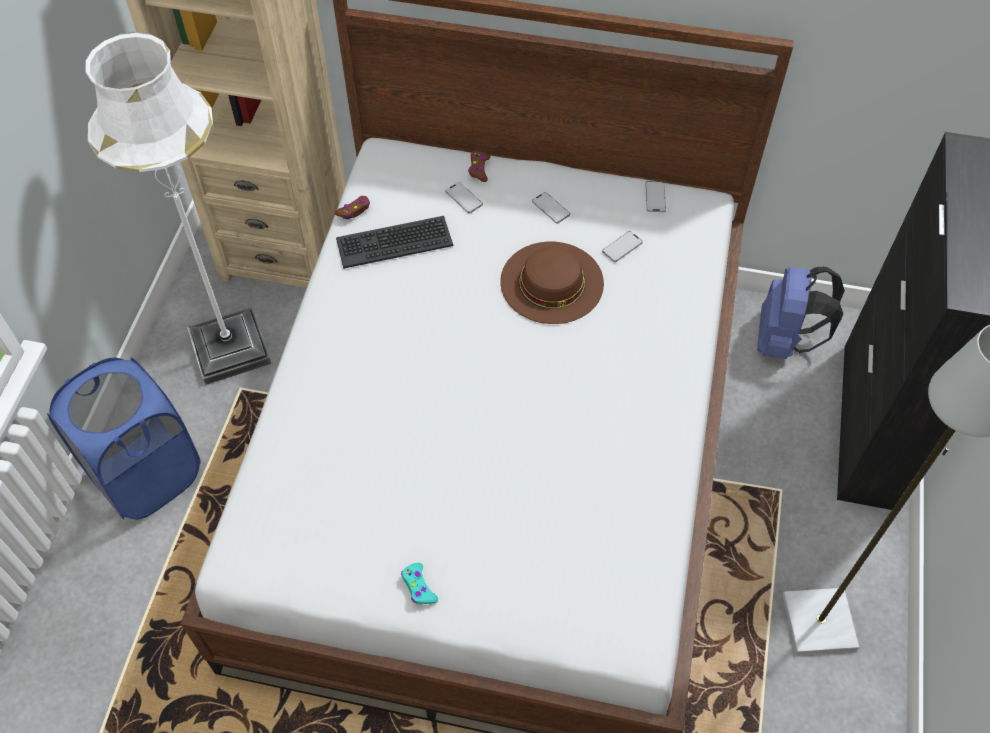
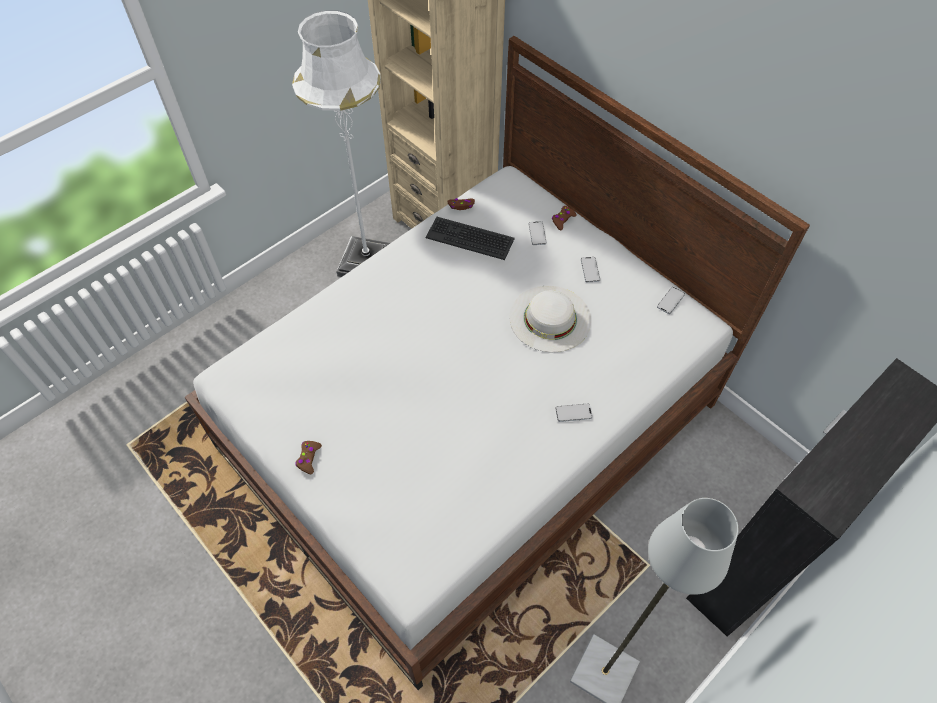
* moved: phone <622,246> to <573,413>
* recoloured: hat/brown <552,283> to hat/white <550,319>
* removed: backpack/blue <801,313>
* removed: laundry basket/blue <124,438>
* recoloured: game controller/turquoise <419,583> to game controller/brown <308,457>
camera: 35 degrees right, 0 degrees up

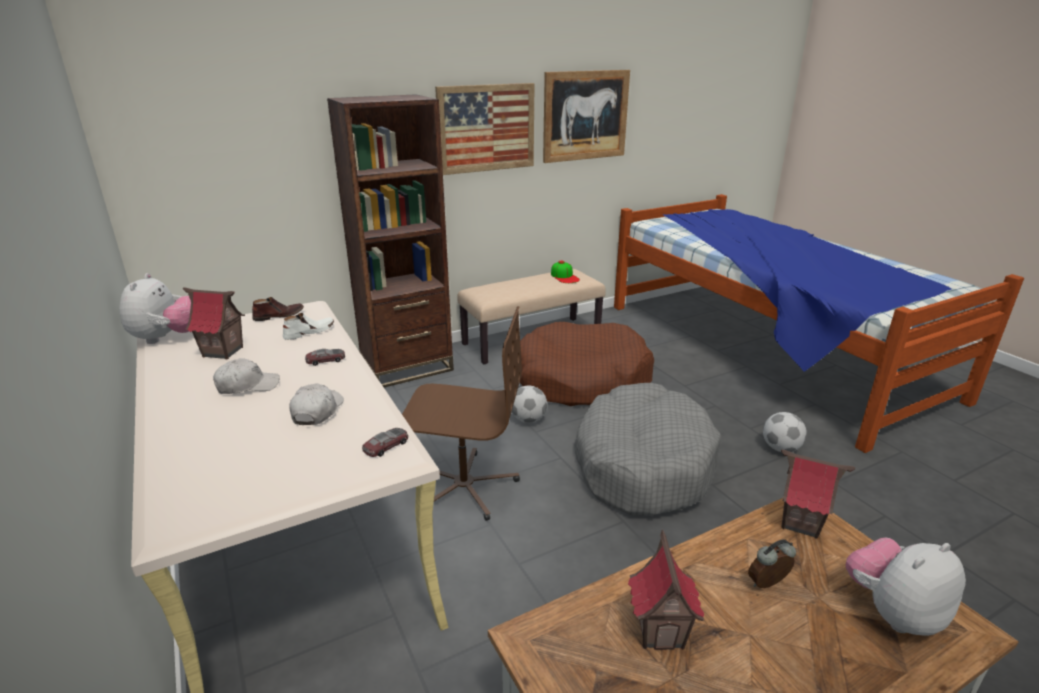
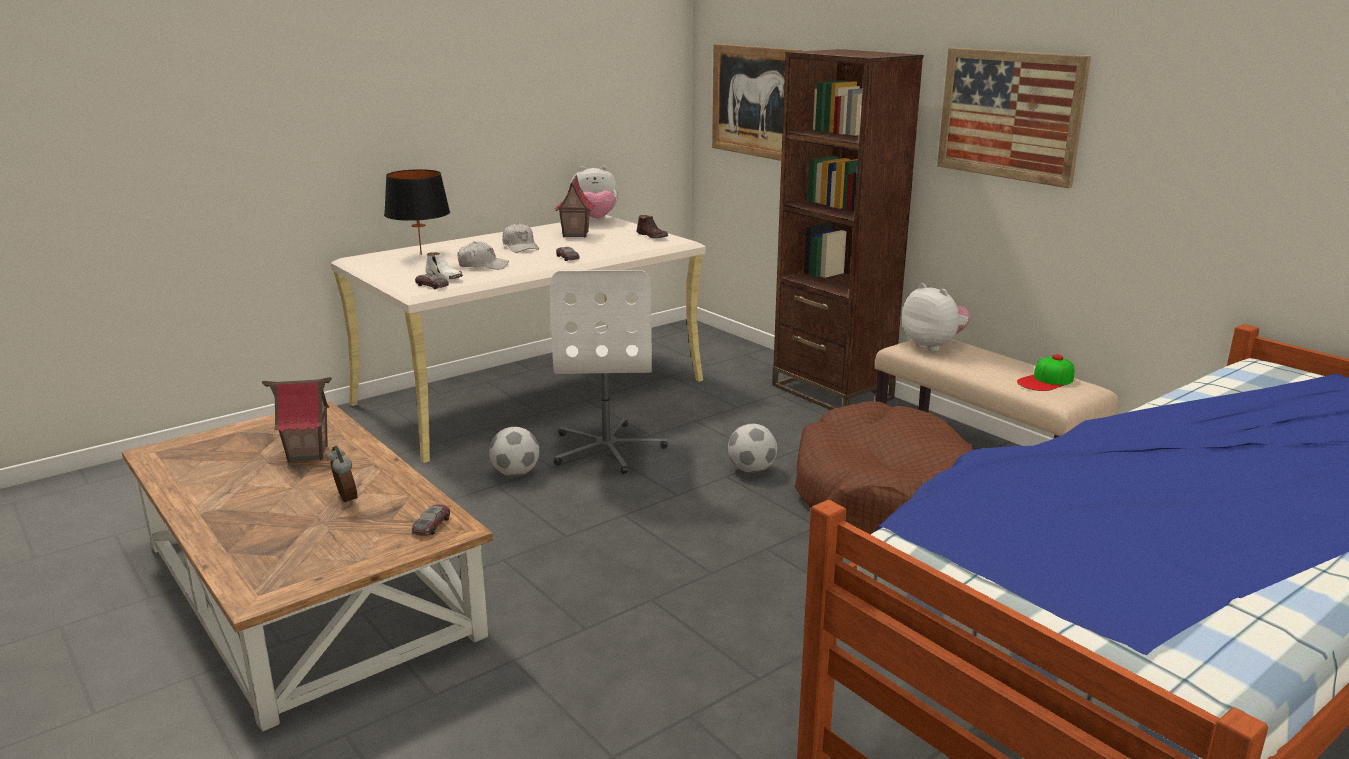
* moved: picture <586,116> to <757,102>
* recoloured: office chair/brown <462,413> to office chair/white <609,372>
* moved: shoe/white <308,326> to <444,266>
* removed: dog bed/grey <647,449>
* moved: football <785,432> to <514,451>
* replaced: toy house <818,494> to toy car <431,520>
* moved: plush toy <906,586> to <936,317>
* added: table lamp/black <417,212>
camera: 80 degrees right, 5 degrees down

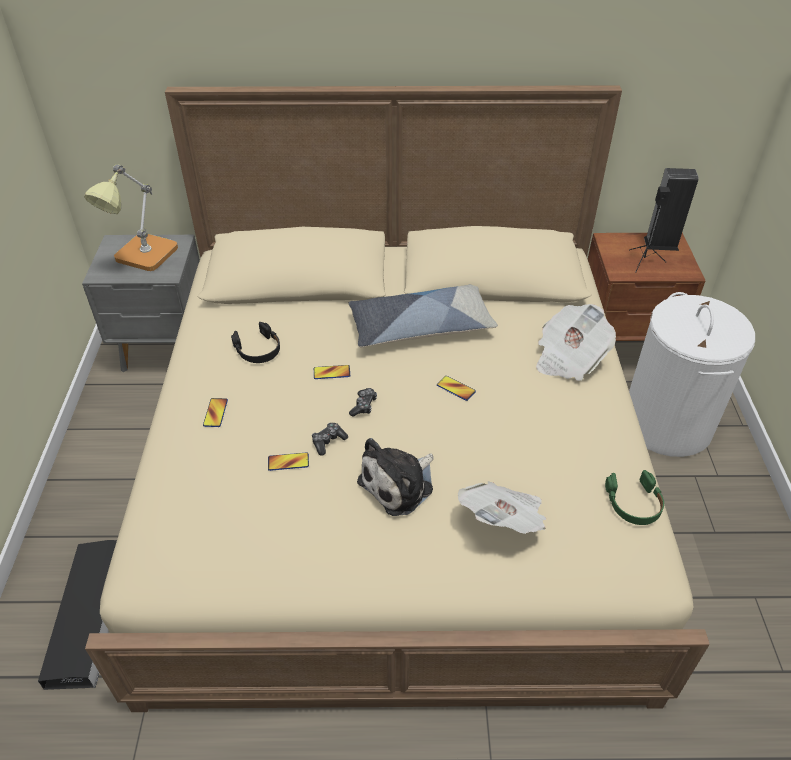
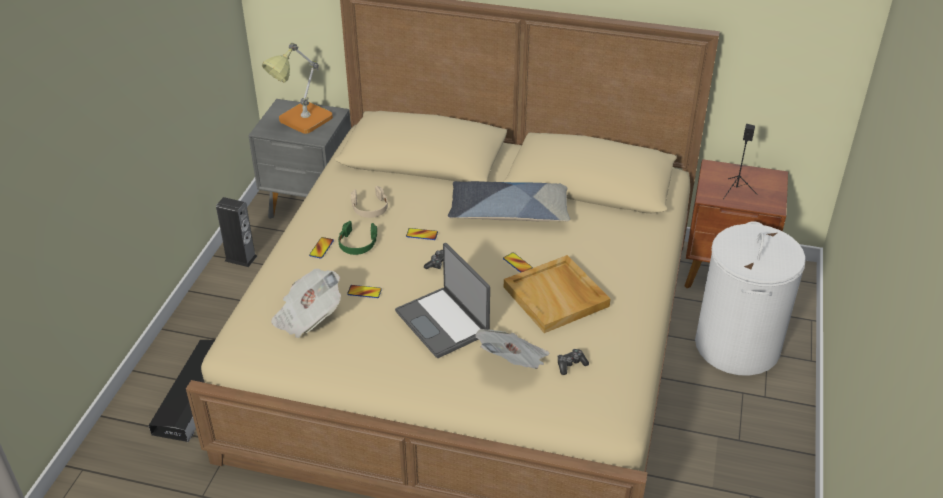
* moved: speaker <671,209> to <236,232>
* moved: newspaper <576,342> to <306,303>
* recoloured: headphones/black <255,342> to headphones/beige <369,202>
* moved: game controller <330,439> to <573,362>
* replaced: plush toy <395,477> to laptop <442,300>
* moved: headphones/green <634,497> to <357,238>
* added: tray/beige <557,294>
camera: 15 degrees right, 5 degrees down

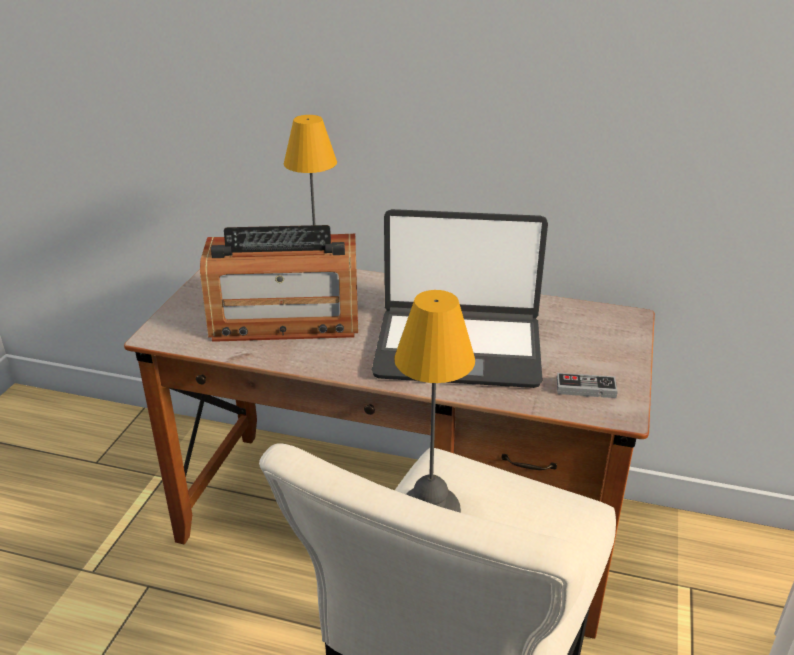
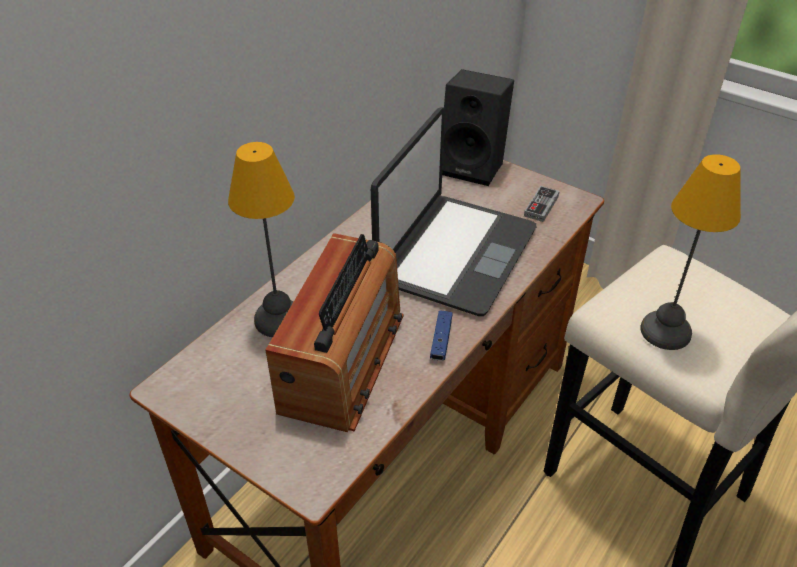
* added: speaker/black <478,127>
* added: game controller/blue <441,336>
camera: 70 degrees left, 10 degrees up

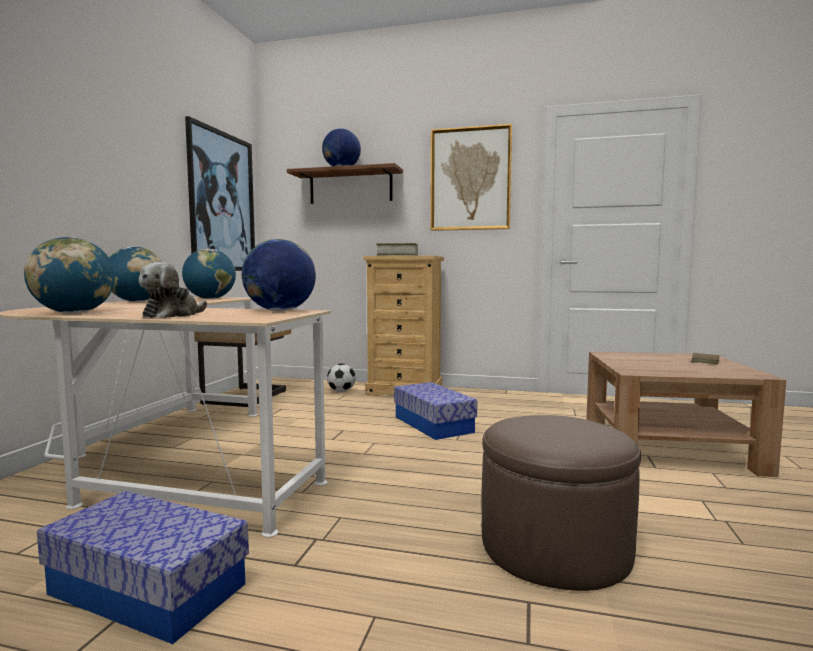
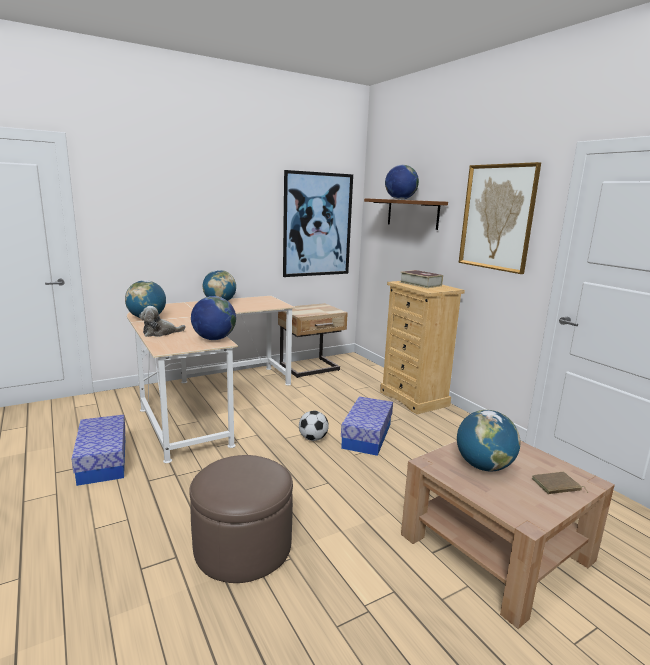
* moved: globe <209,274> to <488,440>
* moved: football <341,377> to <314,426>
camera: 45 degrees right, 10 degrees up

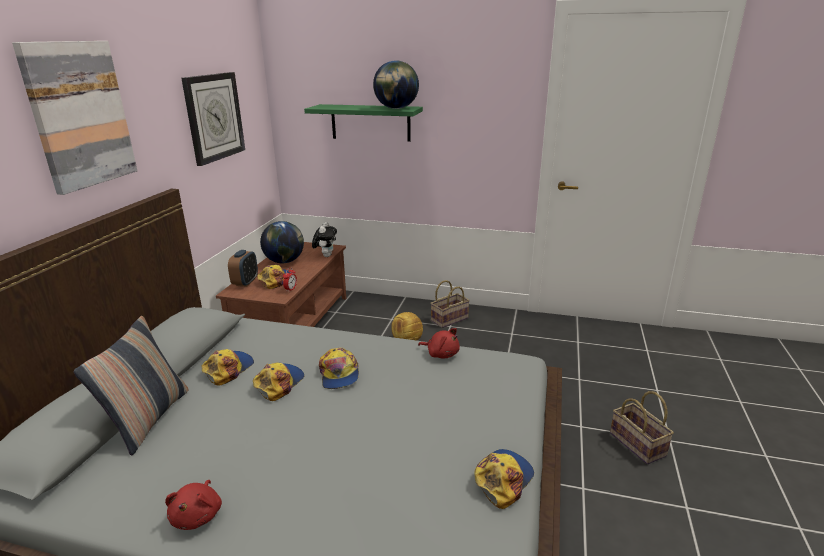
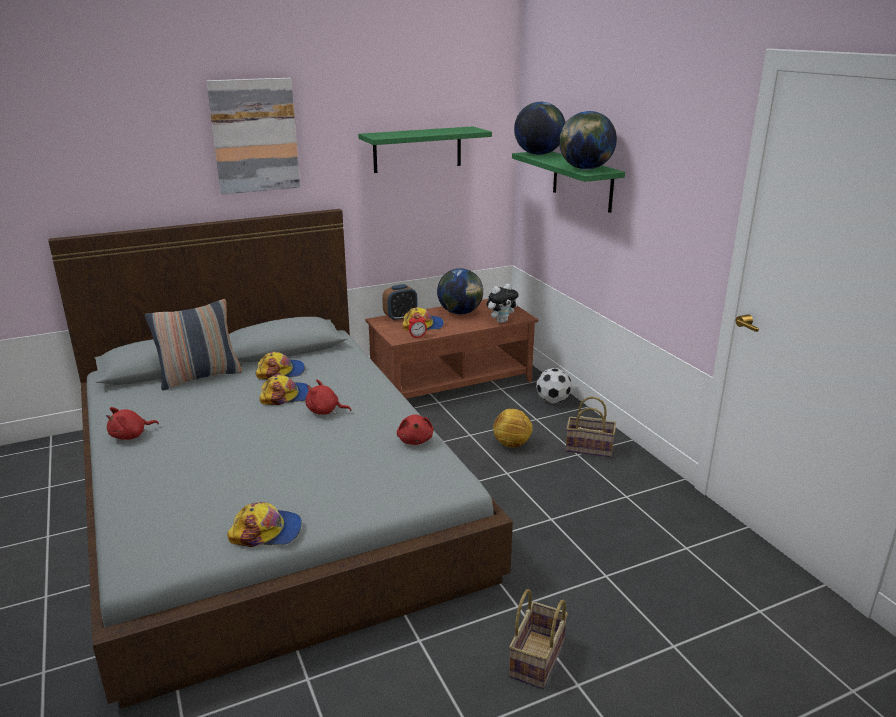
* replaced: wall clock <213,119> to shelf/green <425,149>
* replaced: cap <339,368> to plush toy/red <329,397>
* added: globe <539,128>
* added: football <554,385>
camera: 50 degrees right, 0 degrees up

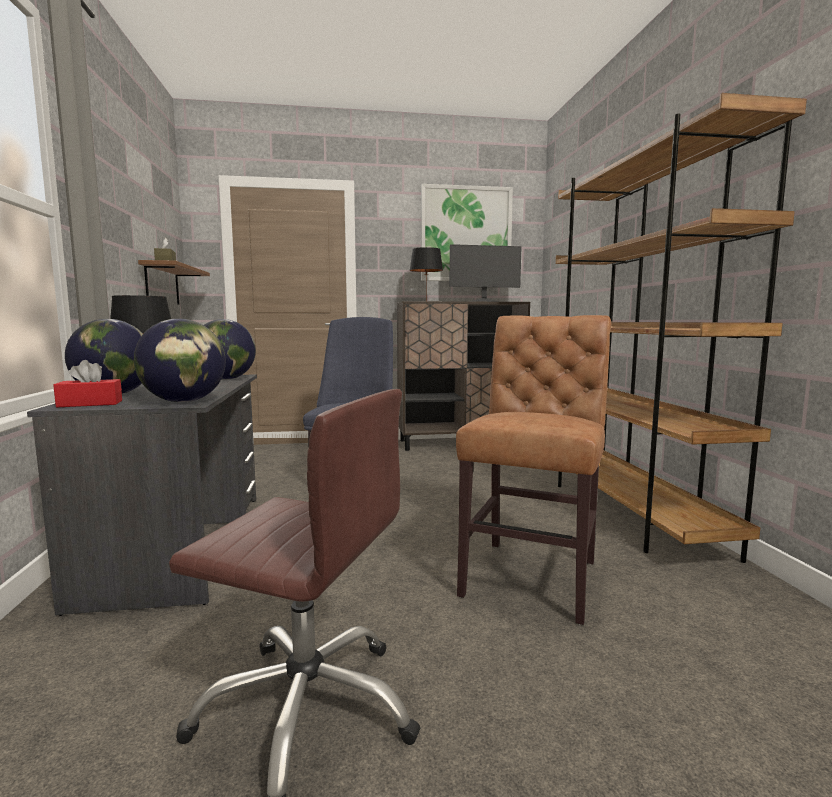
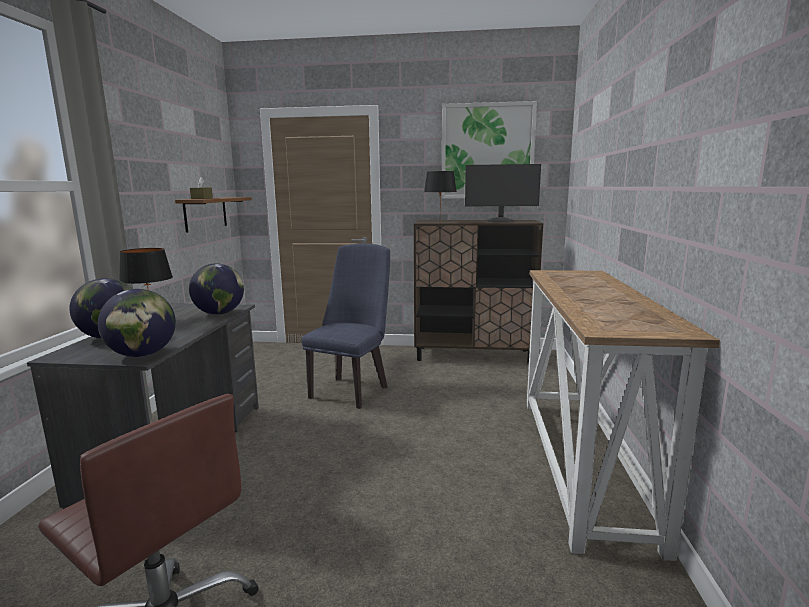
* replaced: bookcase/brown <681,328> to console table <623,415>
* removed: chair/brown <533,470>
* removed: tissue box/red <87,383>
camera: 15 degrees right, 5 degrees up

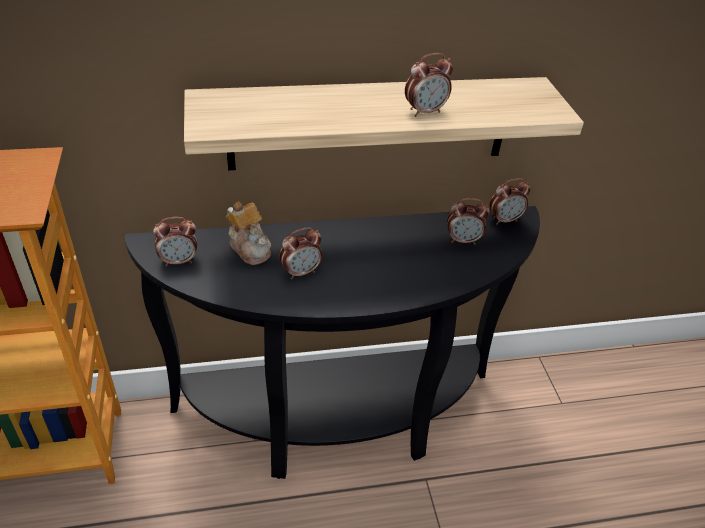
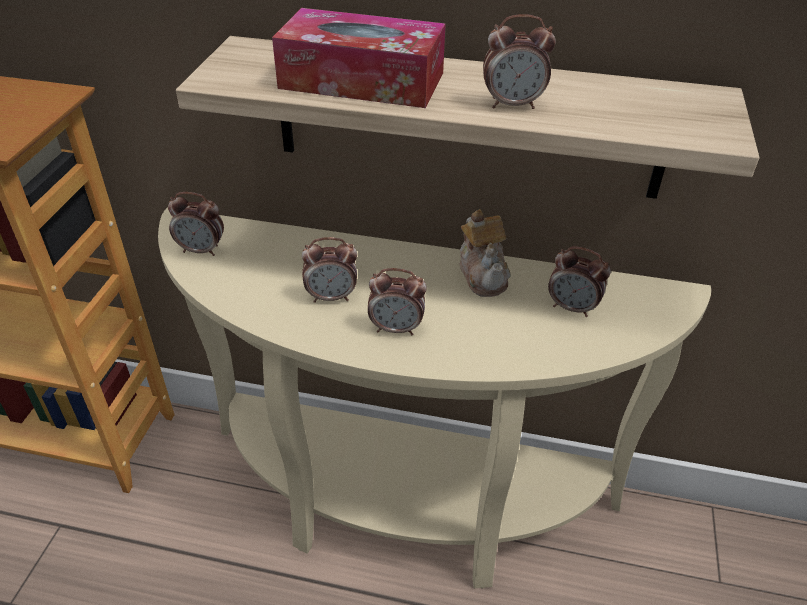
* moved: alarm clock <509,201> to <397,301>
* moved: teapot <248,233> to <485,253>
* recoloured: console table/black <332,342> to console table/beige <434,398>
* added: tissue box <359,58>
camera: 25 degrees right, 0 degrees up

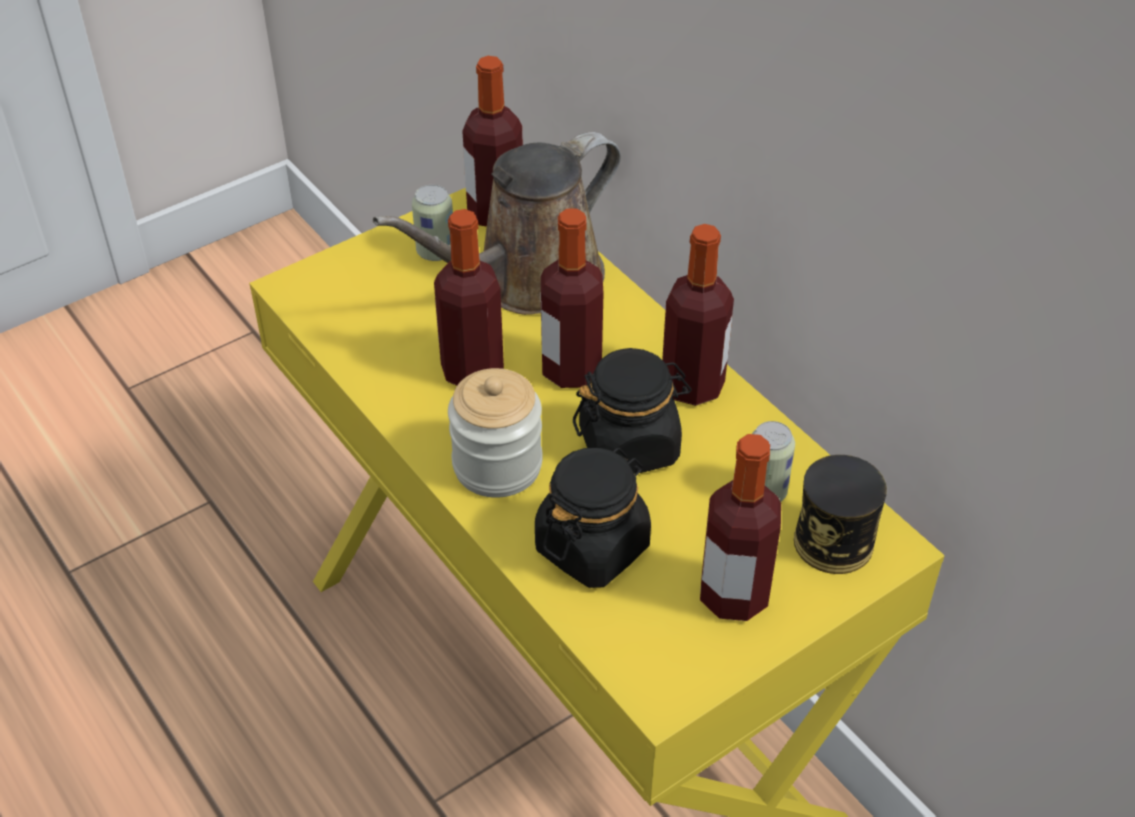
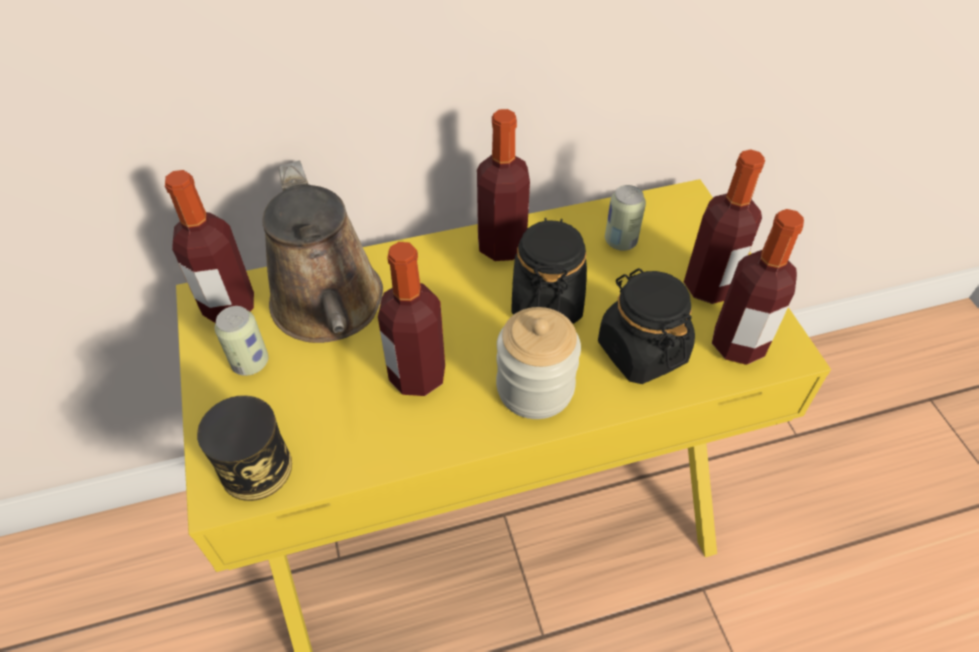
* moved: bottle <572,298> to <758,287>
* moved: can <840,514> to <244,448>
camera: 70 degrees left, 5 degrees up

